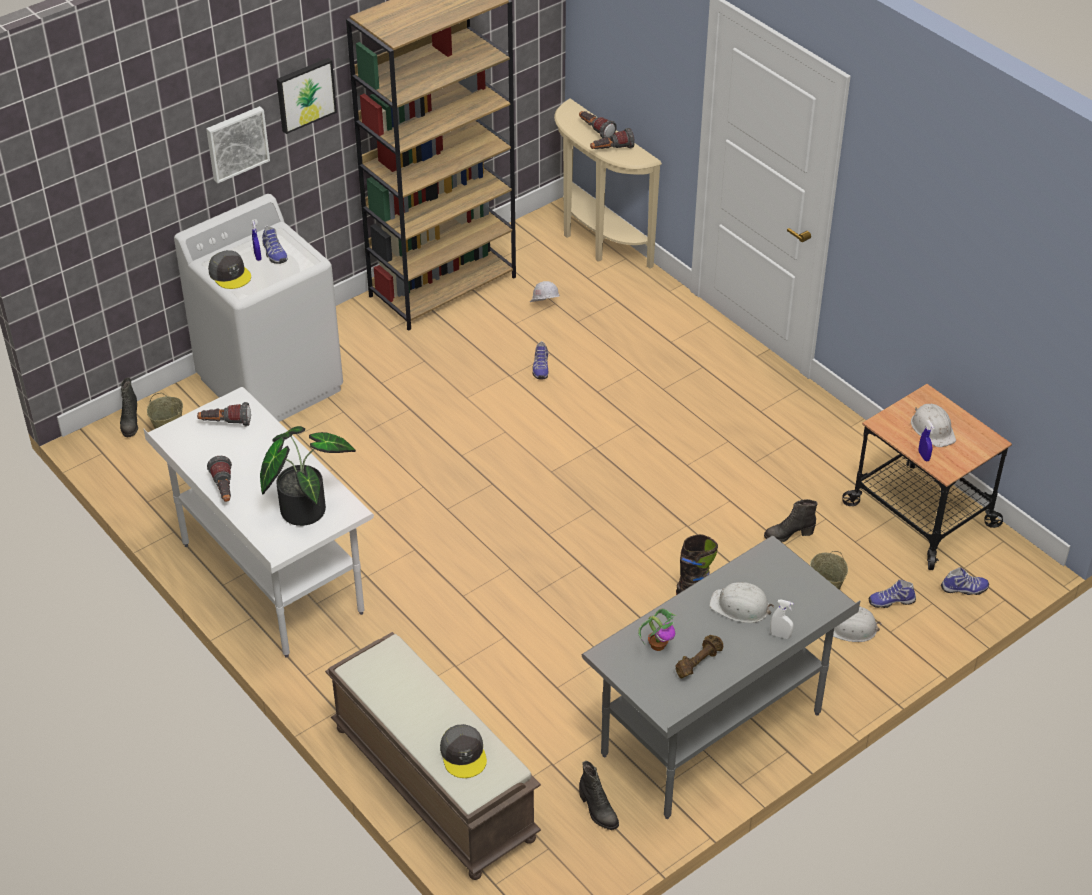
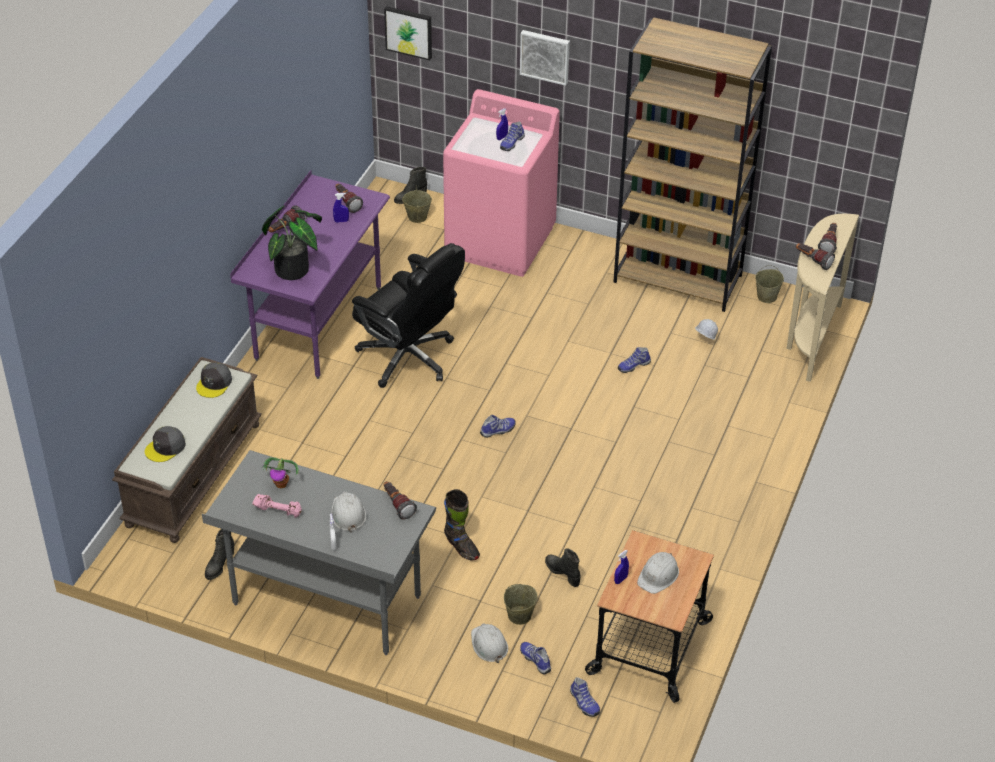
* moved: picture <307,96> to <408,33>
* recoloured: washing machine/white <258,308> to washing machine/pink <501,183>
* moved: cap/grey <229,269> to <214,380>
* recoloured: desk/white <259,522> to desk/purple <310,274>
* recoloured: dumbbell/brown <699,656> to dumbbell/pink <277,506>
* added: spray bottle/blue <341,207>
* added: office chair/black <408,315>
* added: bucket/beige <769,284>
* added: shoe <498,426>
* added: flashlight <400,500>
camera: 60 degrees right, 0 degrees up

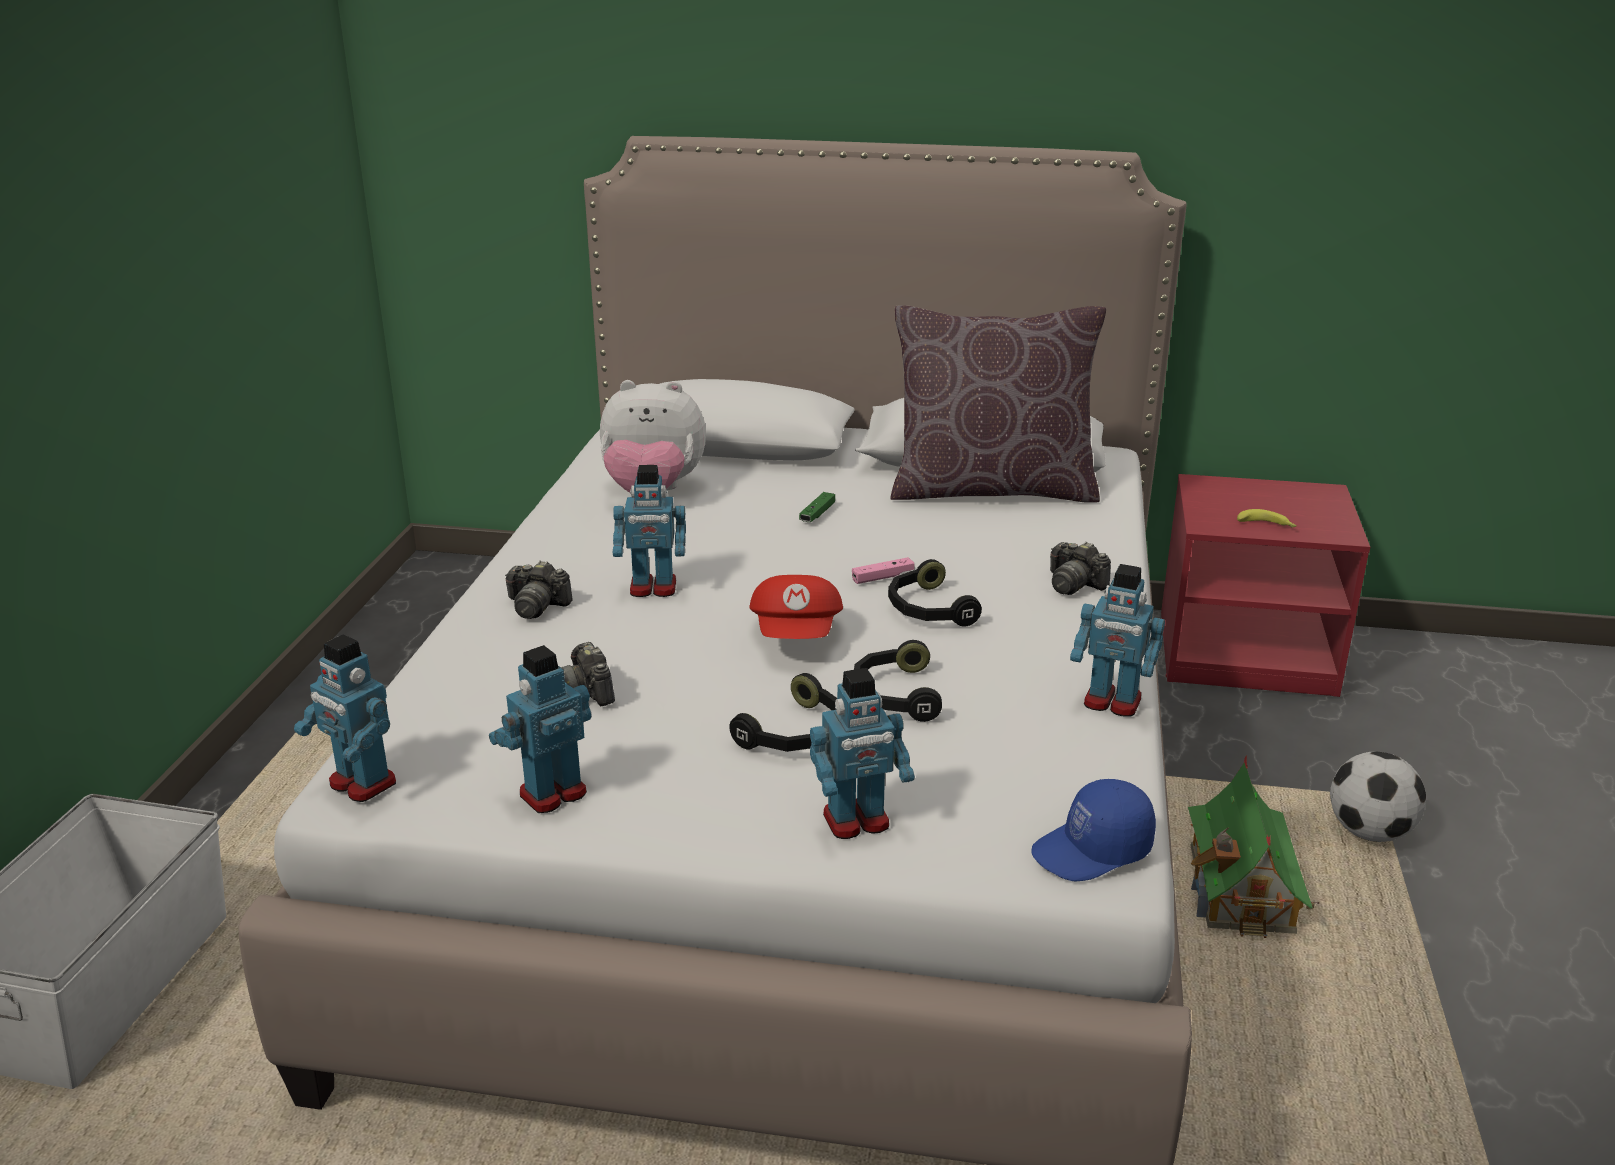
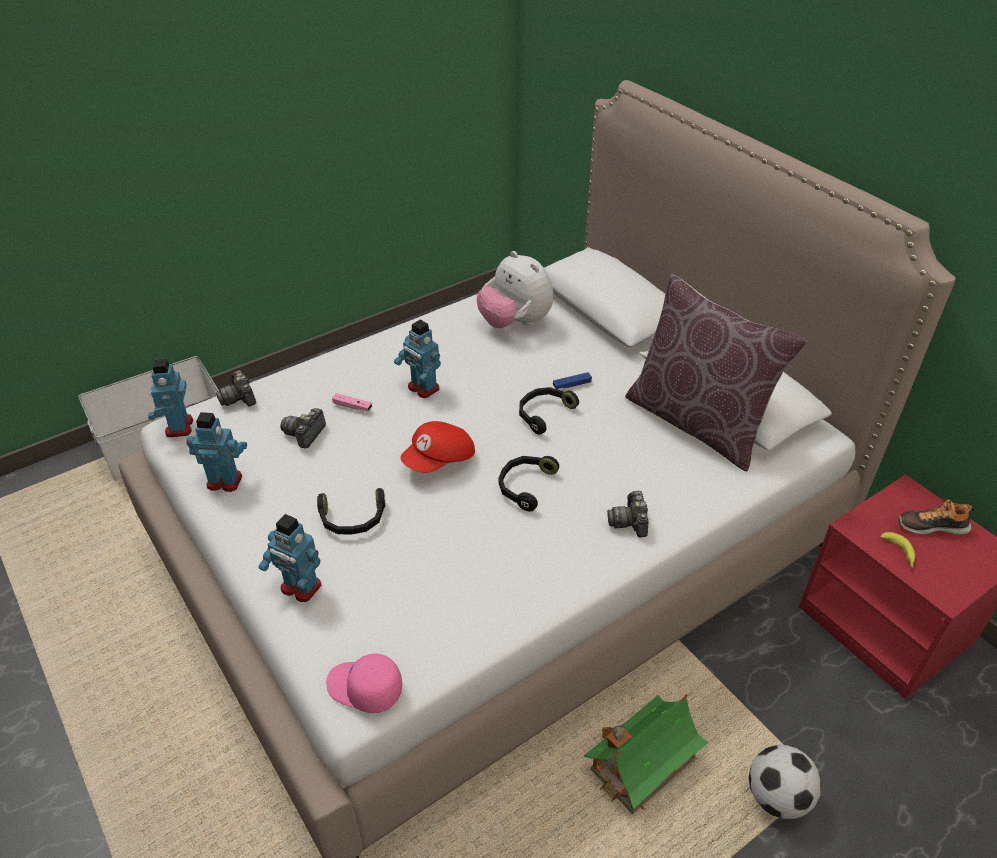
* recoloured: game controller/green <817,507> to game controller/blue <572,380>
* moved: game controller/pink <883,570> to <352,402>
* moved: photo camera <539,590> to <236,388>
* removed: toy robot <1117,640>
* moved: headphones/black <898,681> to <549,411>
* recoloured: cap/blue <1093,830> to cap/pink <364,683>
* added: shoe <936,517>
camera: 45 degrees right, 15 degrees up

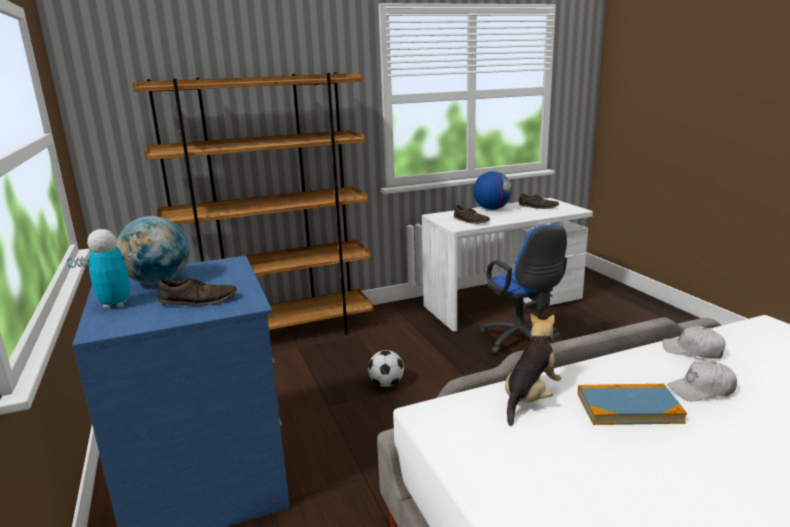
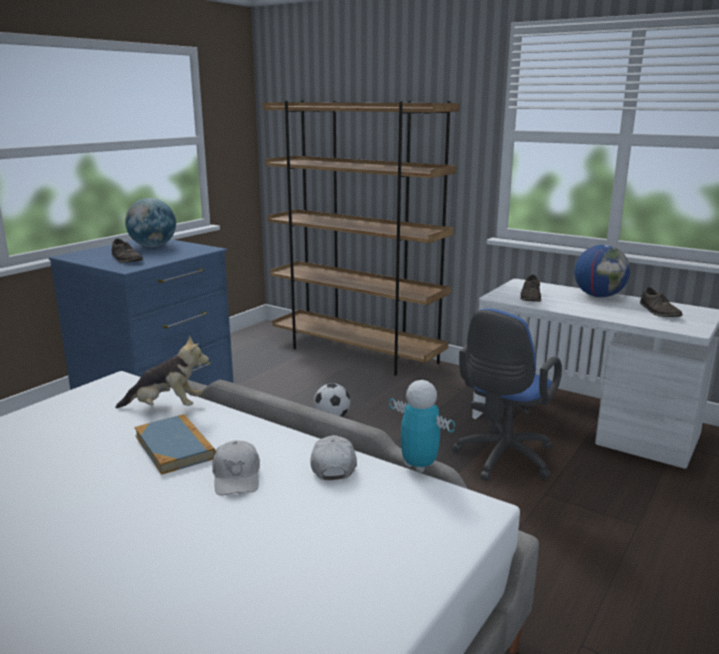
* moved: toy robot <105,269> to <422,426>
* turned: cap/white <702,380> = <236,468> 150 degrees counterclockwise
camera: 55 degrees right, 0 degrees up

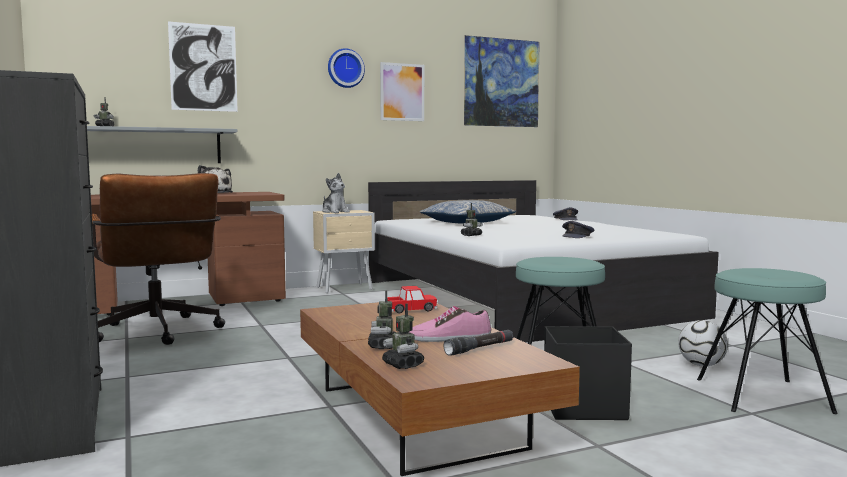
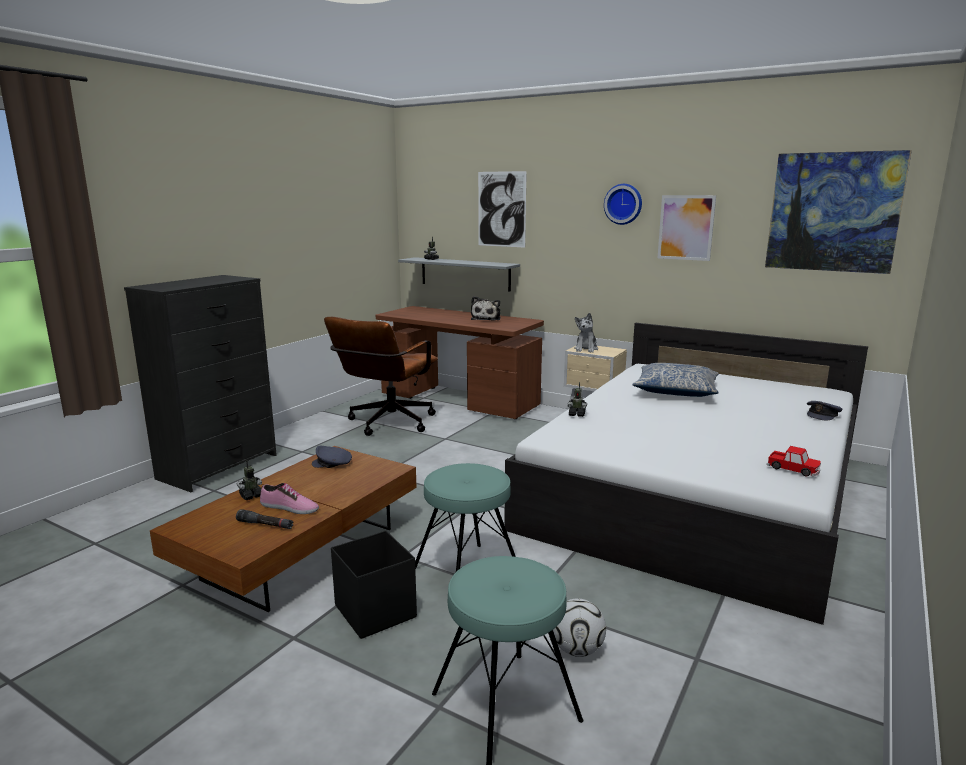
* moved: cap/grey <578,229> to <332,457>
* moved: toy car <412,300> to <794,461>
* removed: toy robot <403,336>
* turned: shoe <450,324> = <289,498> 150 degrees clockwise
camera: 55 degrees right, 10 degrees up

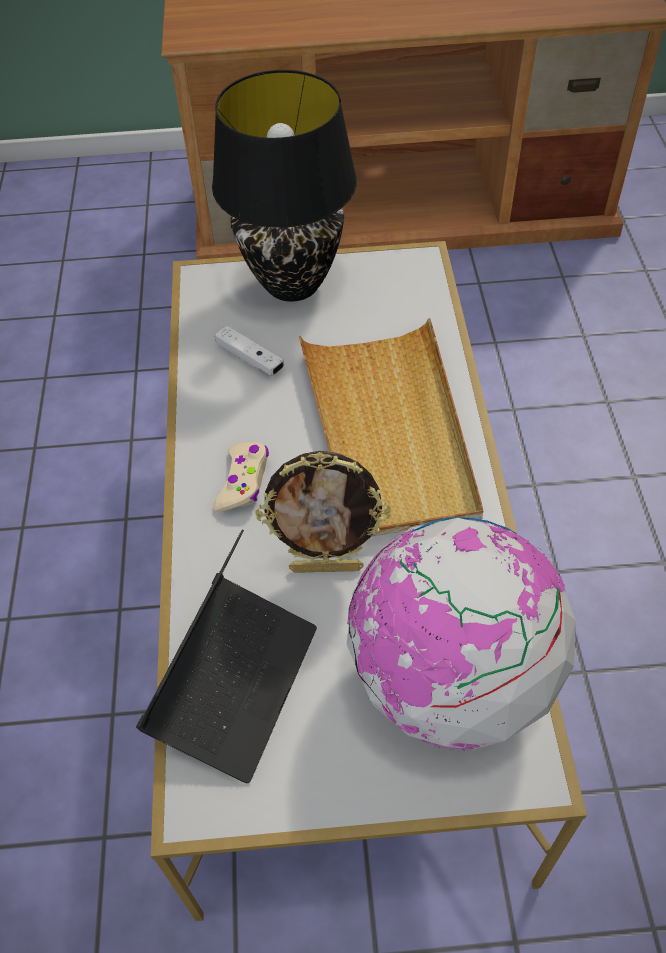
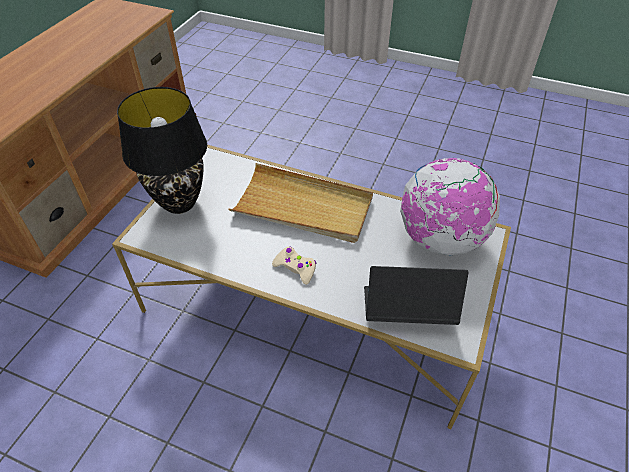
* removed: game controller/white <249,350>
* removed: picture frame <323,512>
* turned: laptop <226,656> = <416,295> 45 degrees counterclockwise
camera: 65 degrees left, 5 degrees down

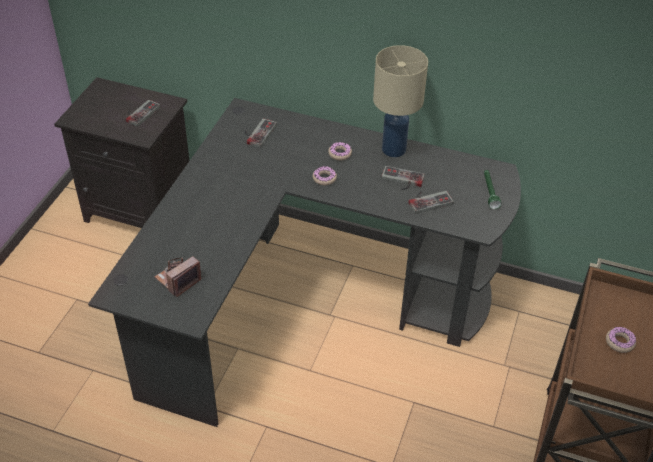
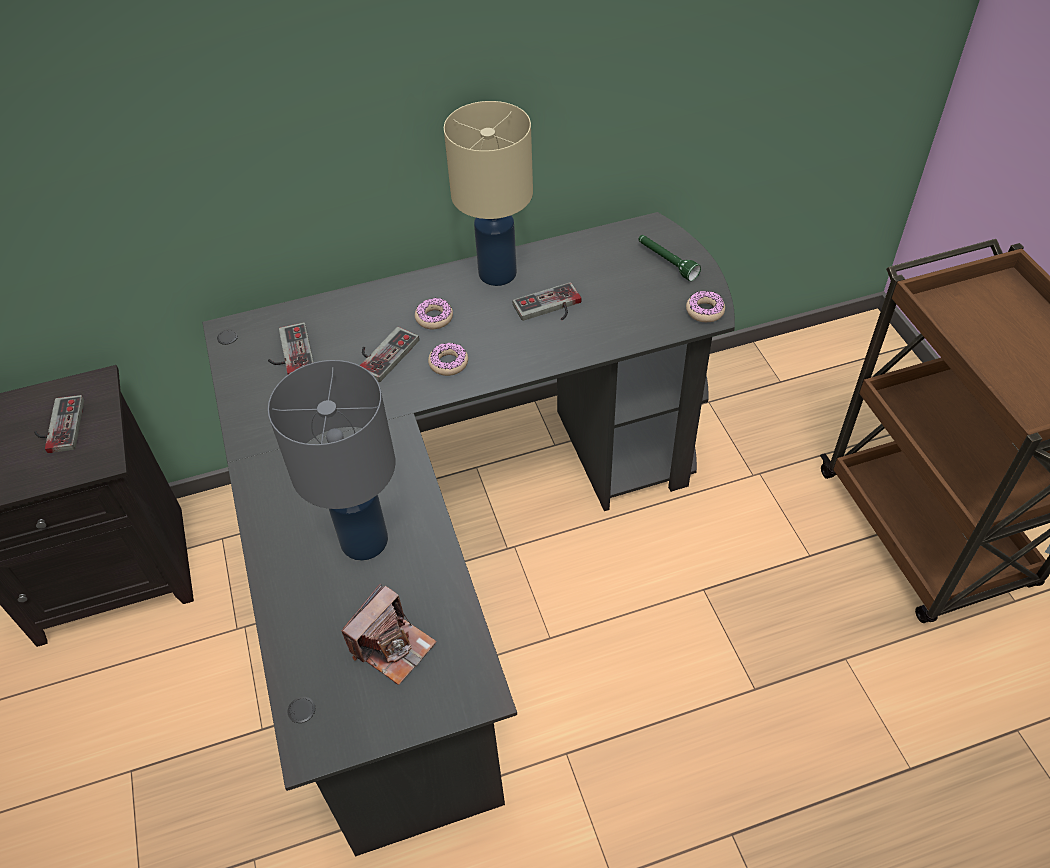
* moved: game controller <431,202> to <389,354>
* turned: photo camera <178,276> = <389,634> 150 degrees counterclockwise
* moved: donut <621,340> to <705,306>
* added: table lamp/grey <331,460>
camera: 35 degrees left, 5 degrees up

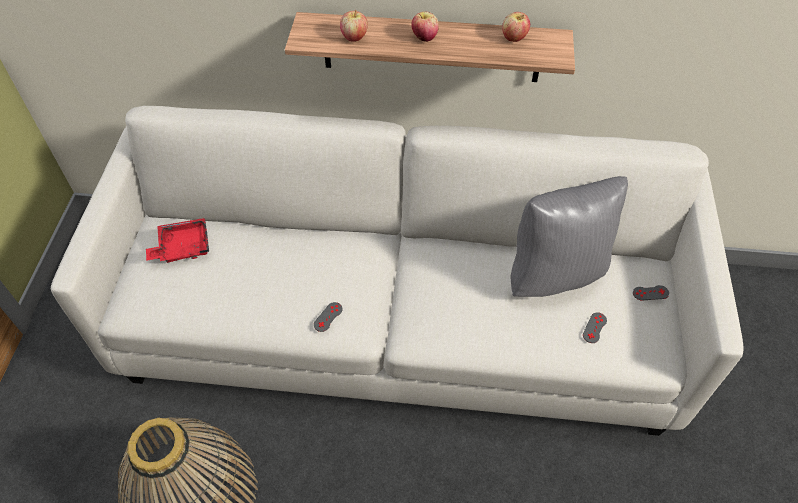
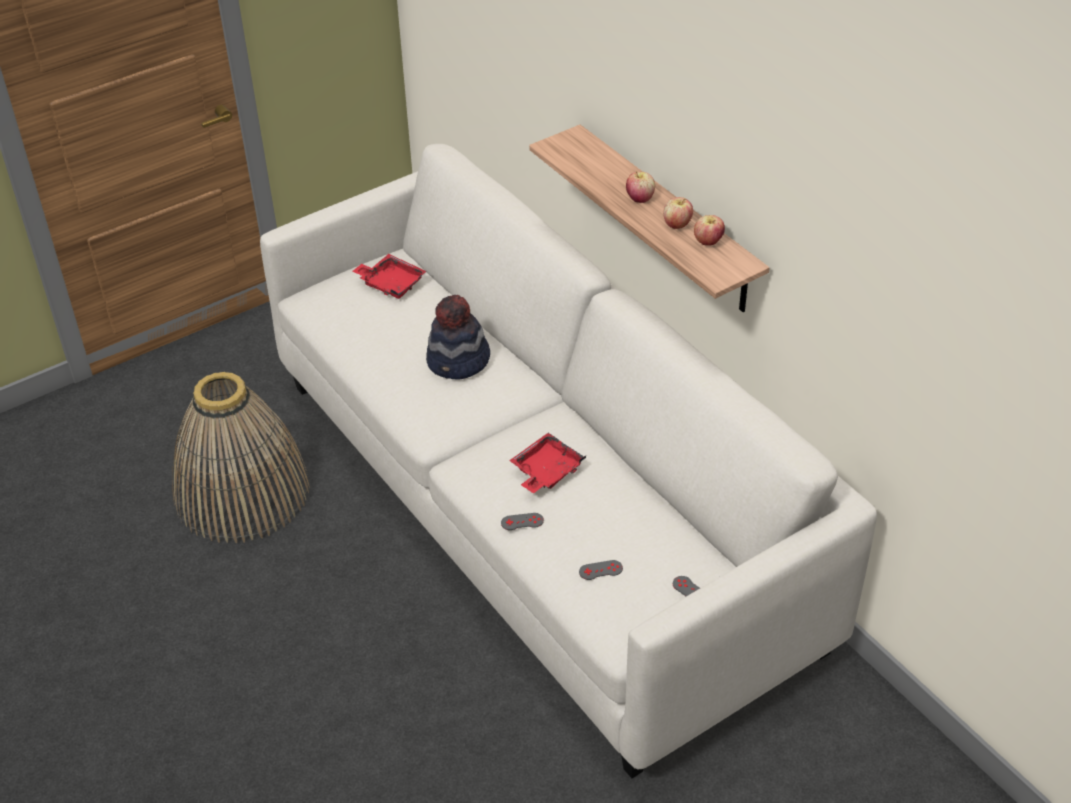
* moved: apple <354,26> to <678,213>
* removed: pillow/grey <569,236>
* moved: game controller/grey <328,317> to <522,521>
* added: hat <458,337>
* added: tray/red <547,463>
camera: 50 degrees right, 10 degrees down

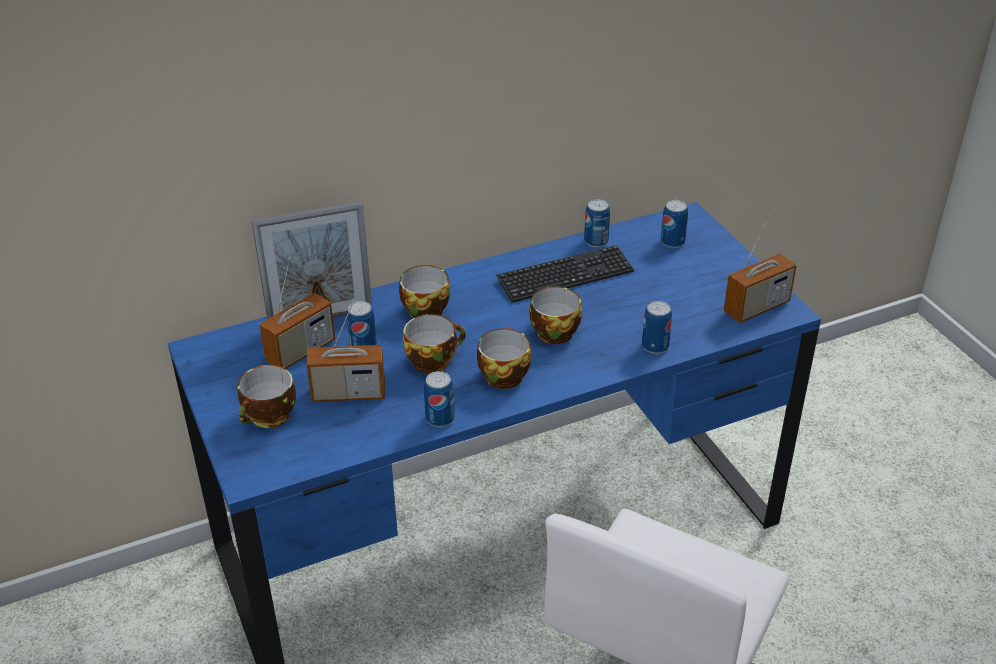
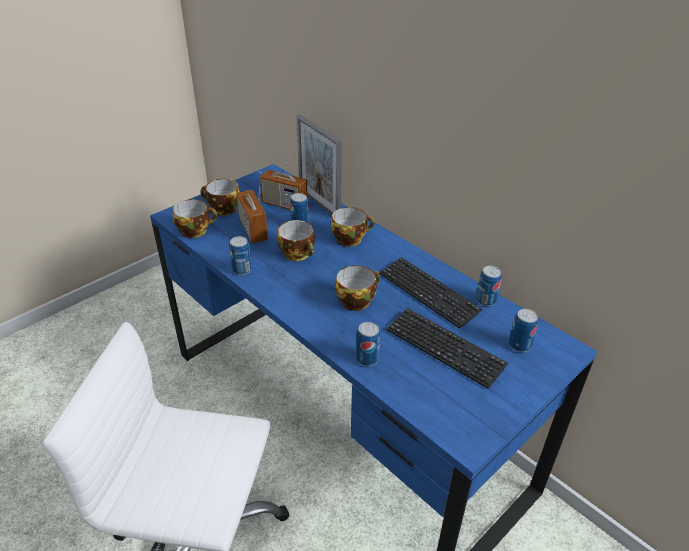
* removed: radio <760,269>
* moved: cup <504,358> to <195,218>
* added: keyboard <447,348>
camera: 70 degrees right, 0 degrees up

